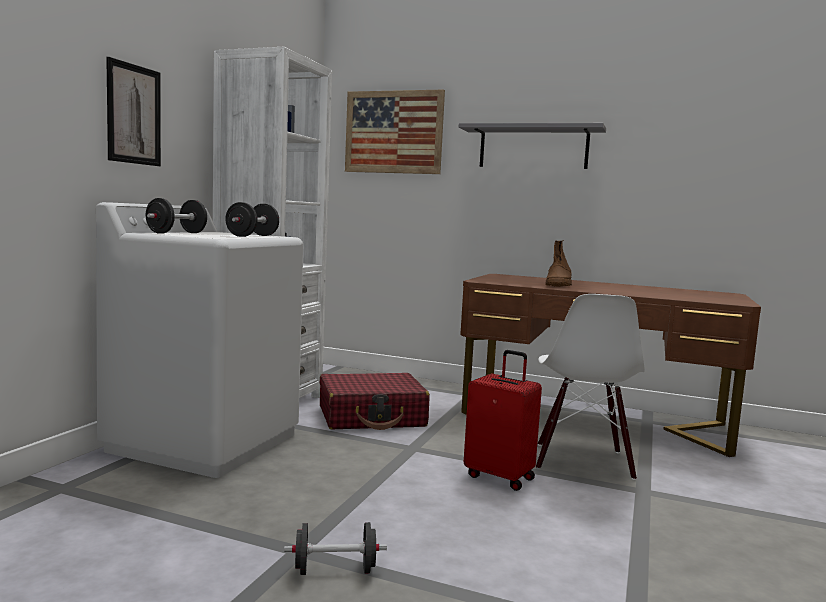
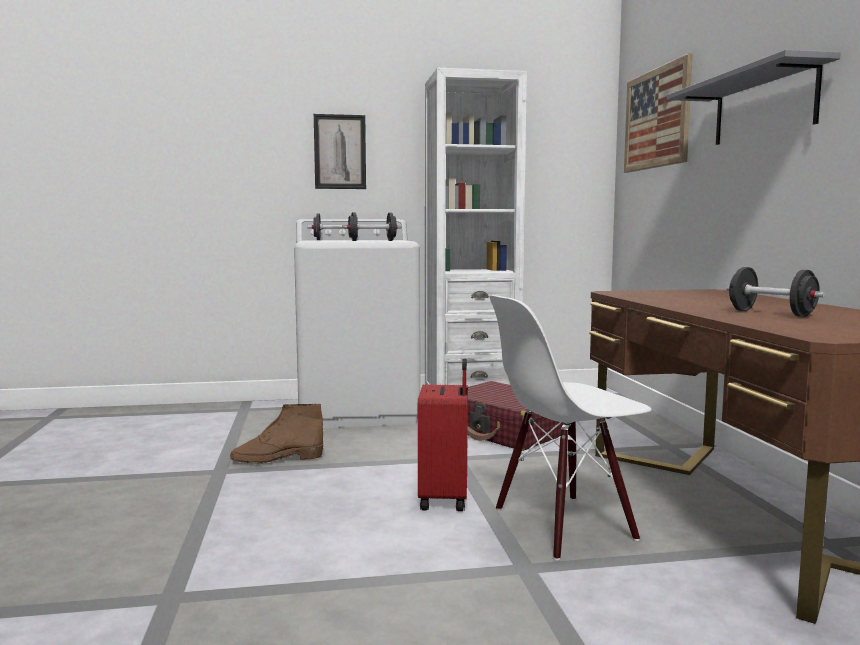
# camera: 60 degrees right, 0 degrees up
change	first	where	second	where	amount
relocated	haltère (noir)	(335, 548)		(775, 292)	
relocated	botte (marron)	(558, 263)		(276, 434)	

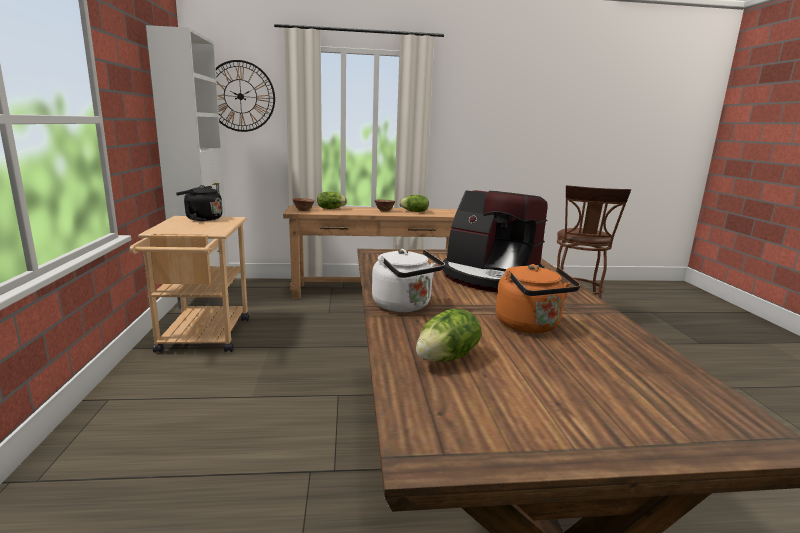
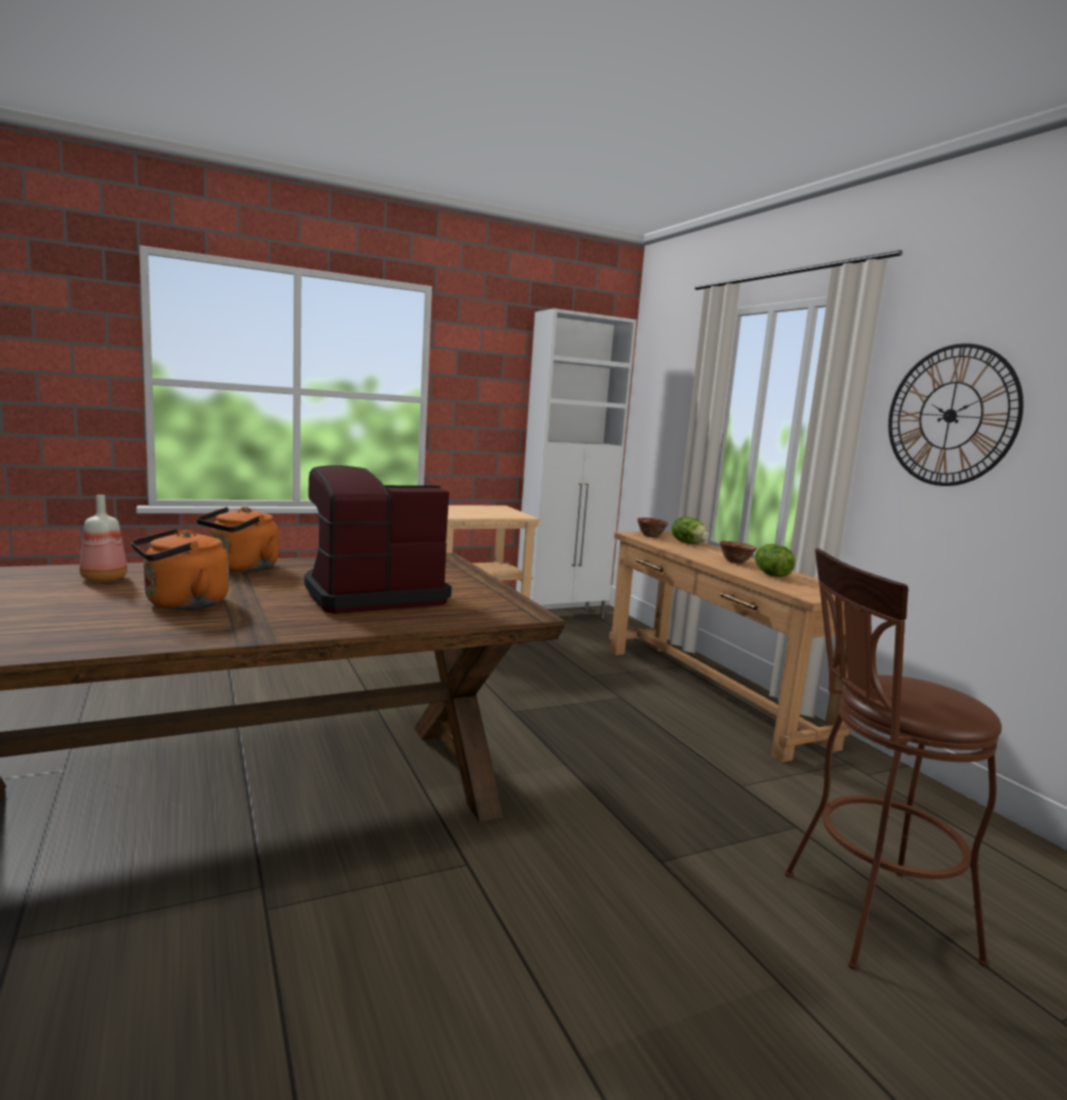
# camera: 70 degrees right, 5 degrees down
change	first	where	second	where	amount
missing	bouilloire (noir)	(199, 203)			
relocated	horloge murale	(245, 96)		(956, 414)	
colour	bouilloire (blanc)	(408, 280)	bouilloire (orange)	(237, 539)	
exchanged	laitue	(448, 335)	bouteille	(103, 538)	
spun	machine à café	(495, 241)		(378, 539)	45 degrees clockwise

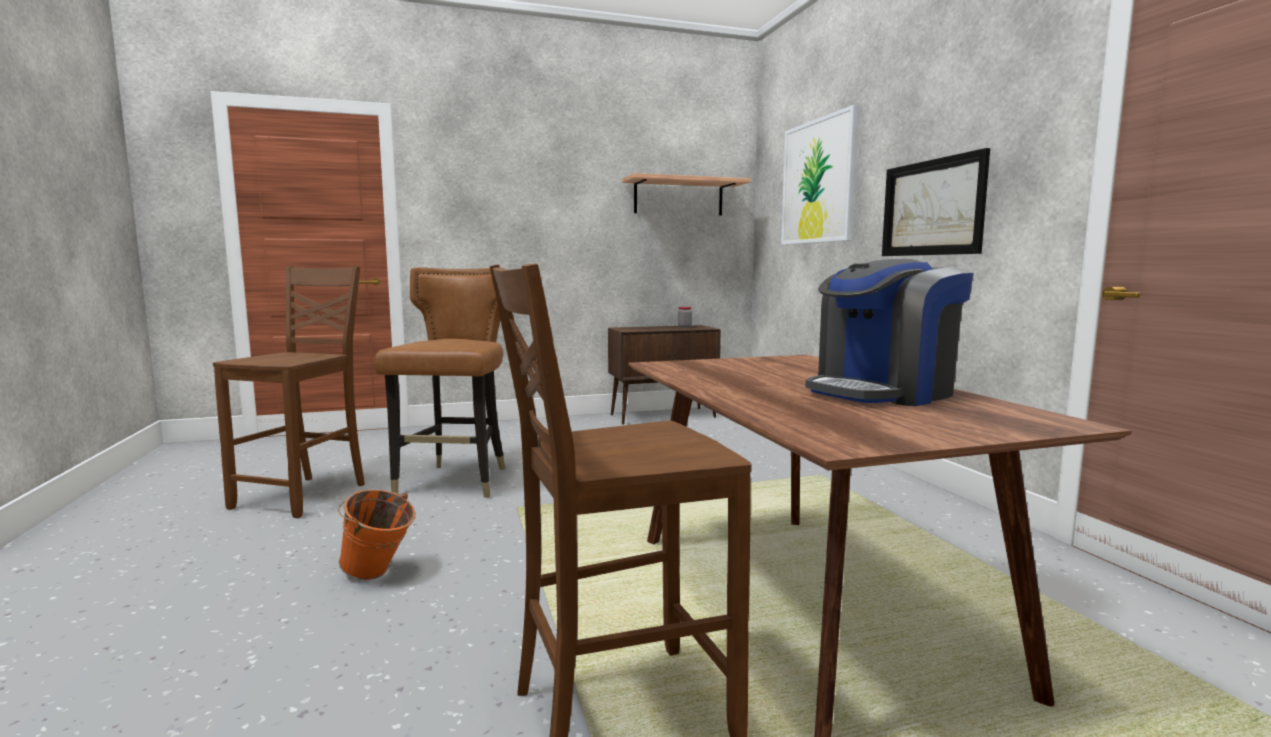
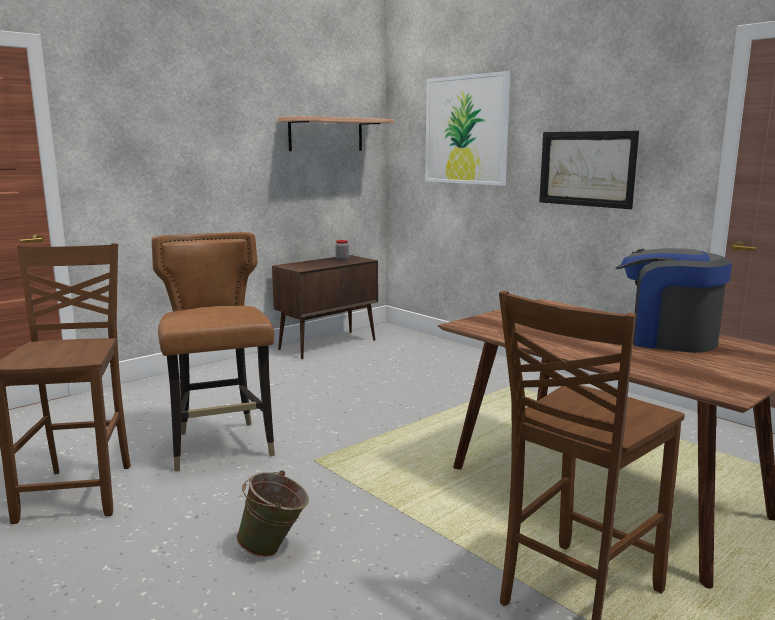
# camera: 25 degrees left, 5 degrees up
change	first	where	second	where	amount
colour	seau (orange)	(377, 534)	seau (vert)	(273, 513)	
spun	machine à café	(889, 332)		(673, 300)	90 degrees clockwise

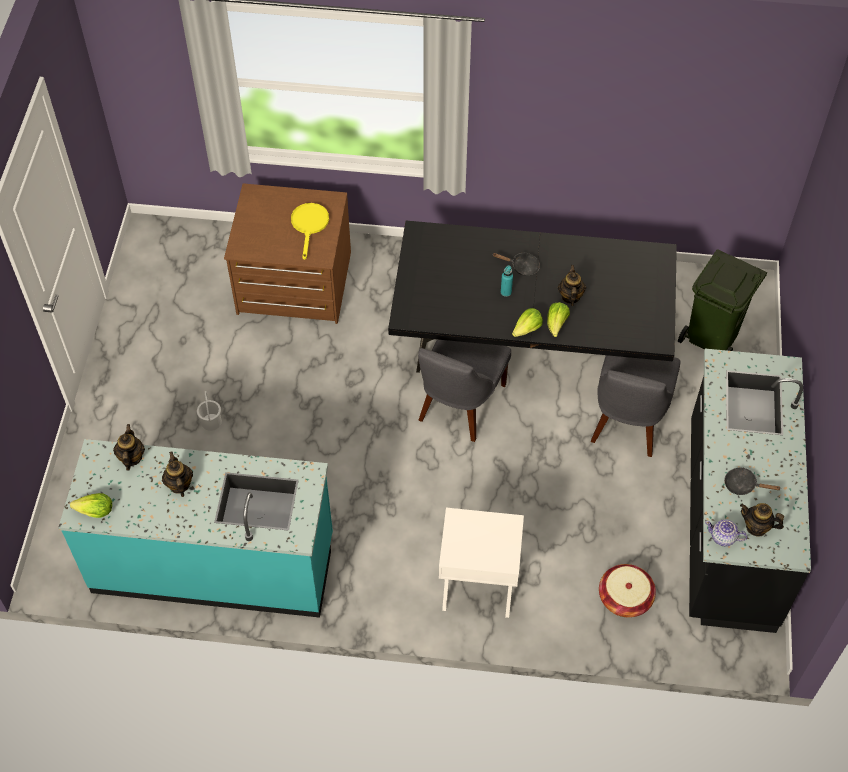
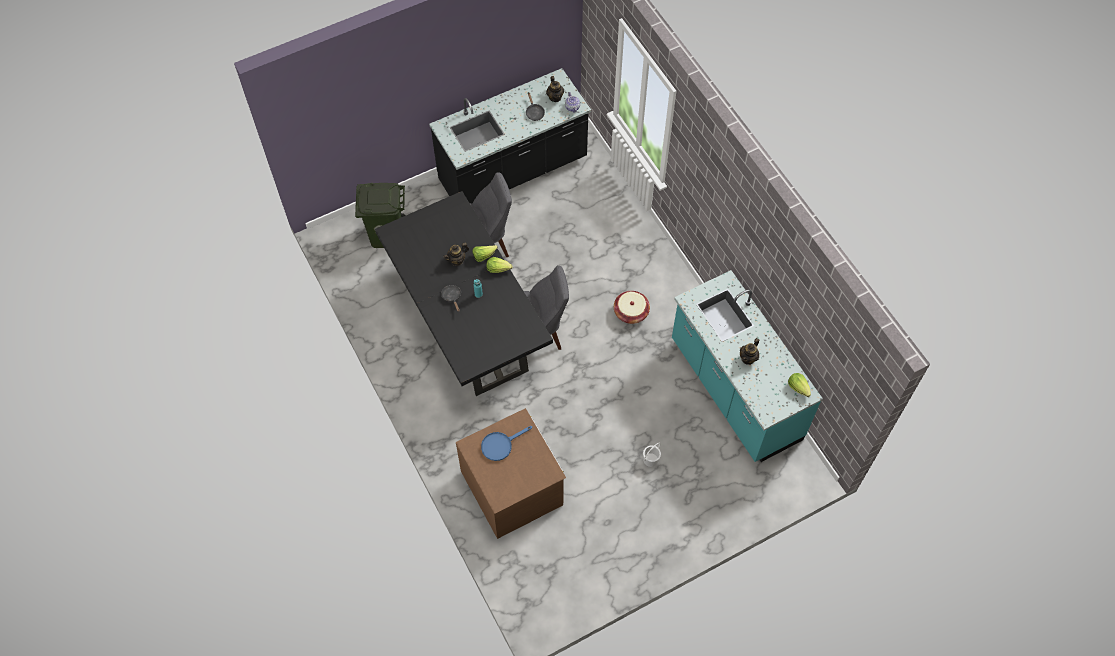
# camera: 125 degrees left, 5 degrees up
change	first	where	second	where	amount
missing	théière	(129, 447)			
colour	poêle (jaune)	(310, 231)	poêle (bleu)	(506, 443)	
missing	table de chevet (blanc)	(481, 563)			
relocated	panier	(627, 591)		(632, 307)	

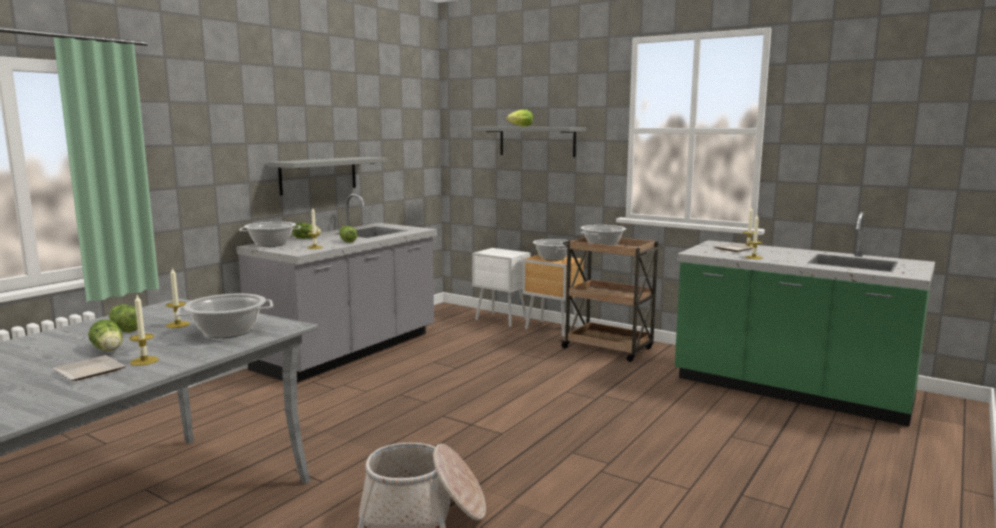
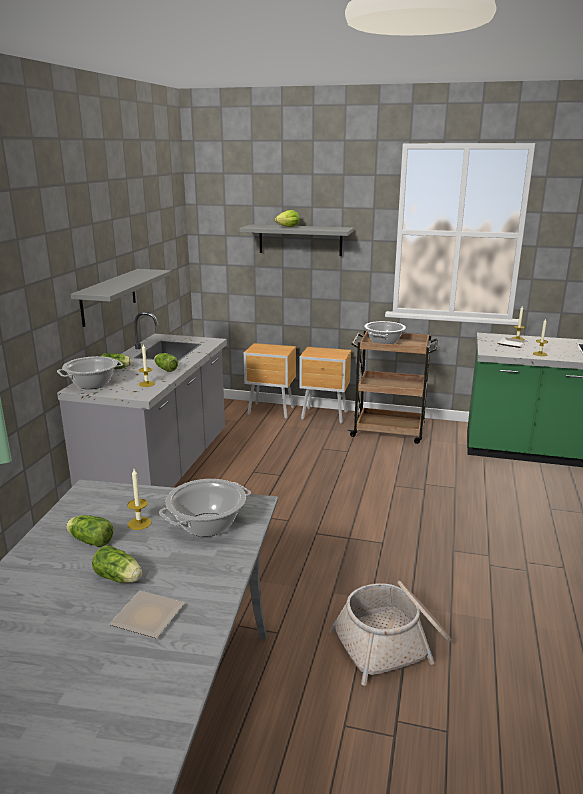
# camera: 20 degrees left, 10 degrees up
change	first	where	second	where	amount
missing	bougie	(144, 330)			
colour	table de chevet (blanc)	(501, 287)	table de chevet (marron)	(270, 381)	
missing	marmite	(550, 250)			

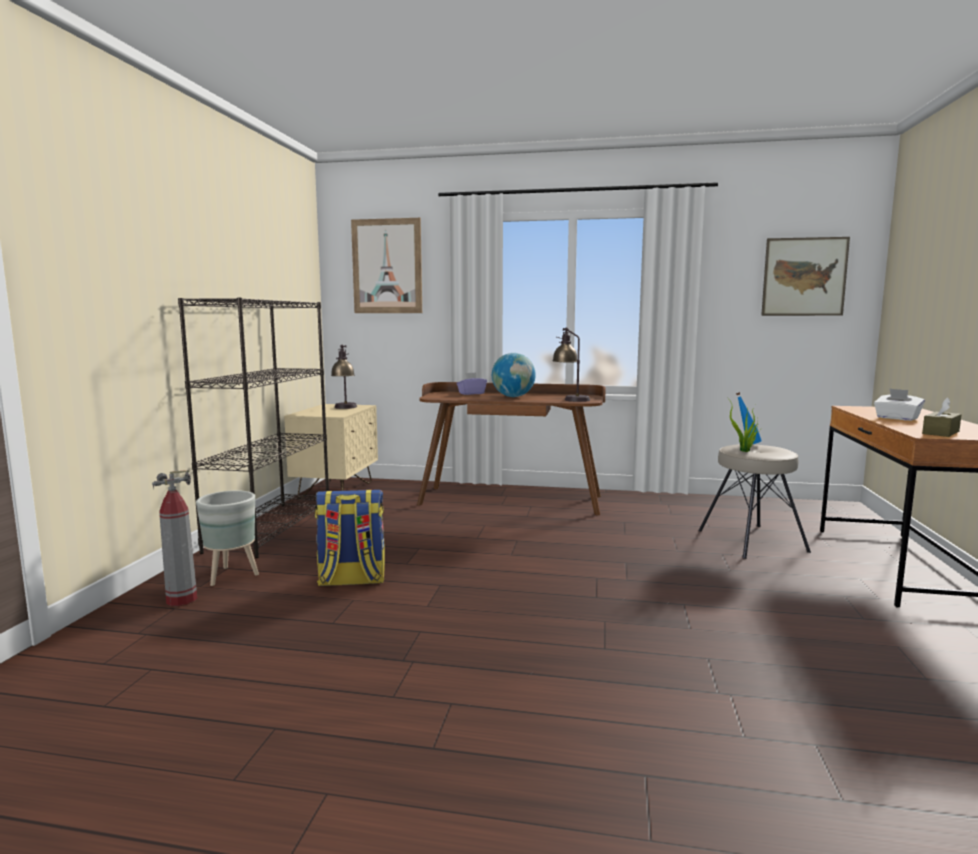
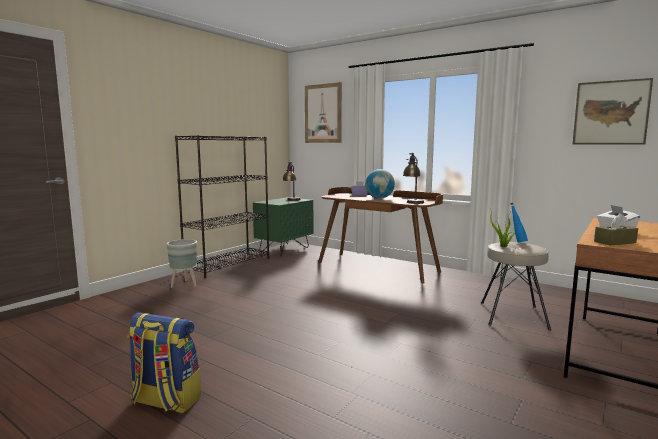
# camera: 25 degrees right, 0 degrees up
change	first	where	second	where	amount
missing	extincteur	(174, 538)			
colour	table de chevet (beige)	(331, 451)	table de chevet (vert)	(283, 226)	
relocated	sac à dos	(350, 538)		(164, 363)	

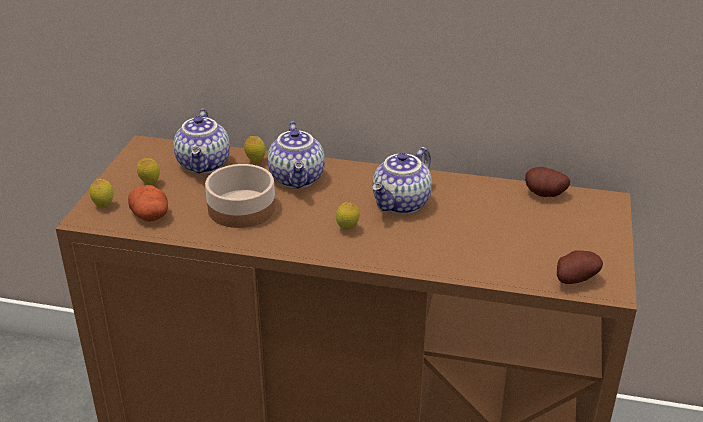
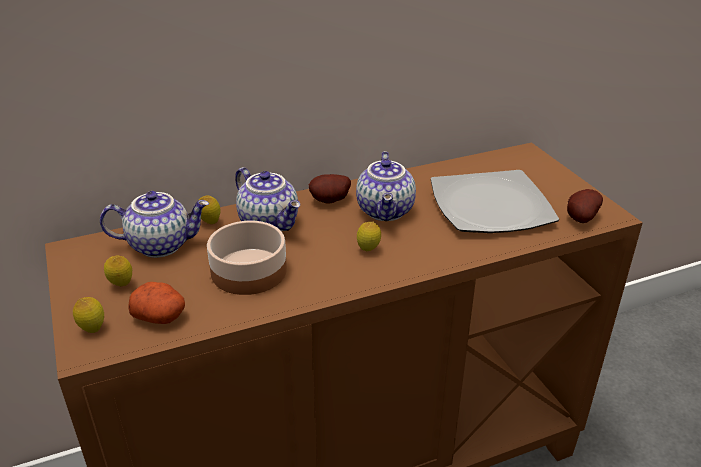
# camera: 35 degrees left, 0 degrees up
change	first	where	second	where	amount
spun	théière	(201, 141)		(154, 224)	60 degrees counterclockwise
relocated	pomme de terre	(548, 182)		(330, 189)	
appeared			assiette	(495, 201)	

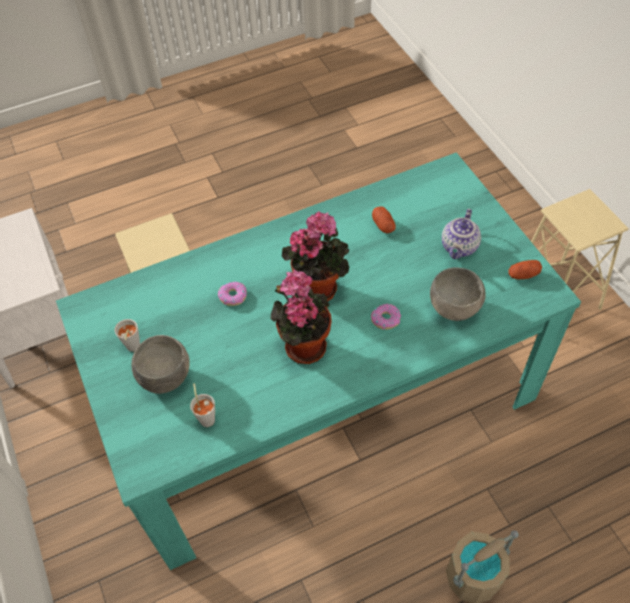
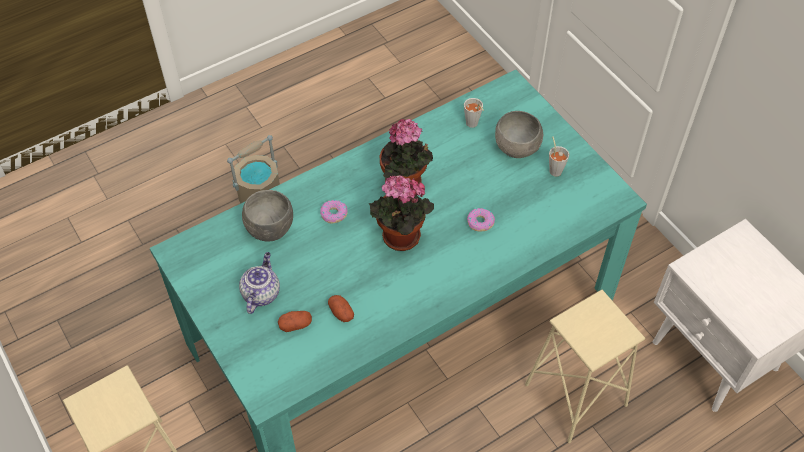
# camera: 170 degrees right, 0 degrees up
change	first	where	second	where	amount
relocated	pomme de terre	(525, 269)		(295, 321)	

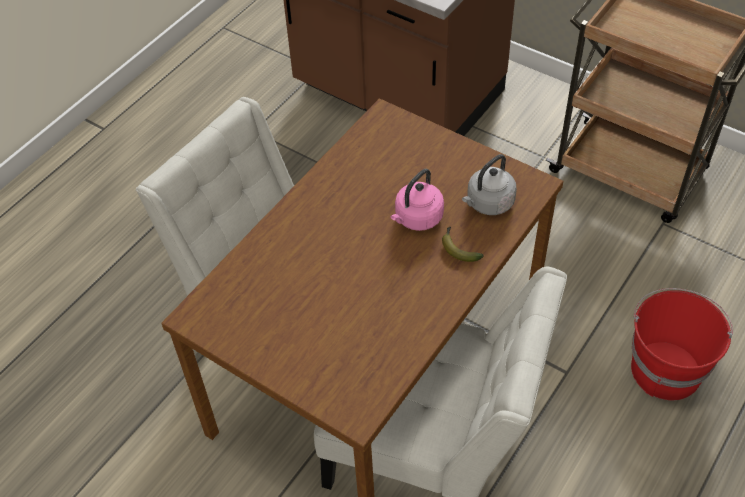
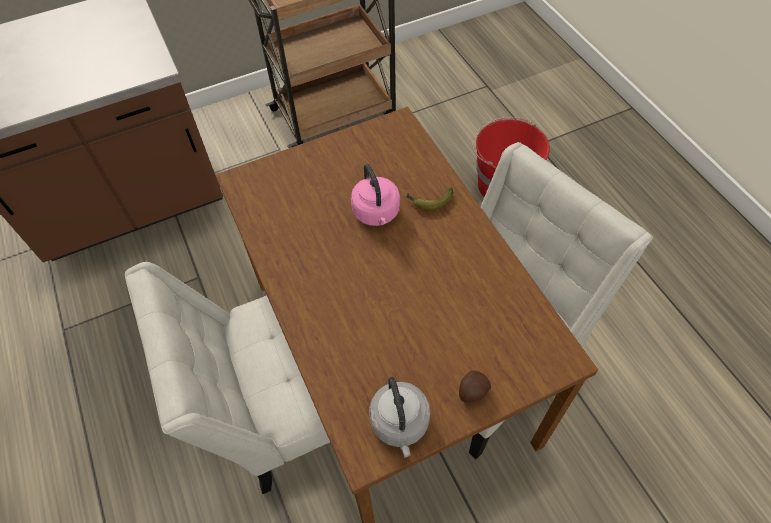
# camera: 60 degrees left, 5 degrees up
change	first	where	second	where	amount
relocated	bouilloire (gris)	(489, 184)		(399, 417)	
appeared			pomme de terre	(475, 387)	

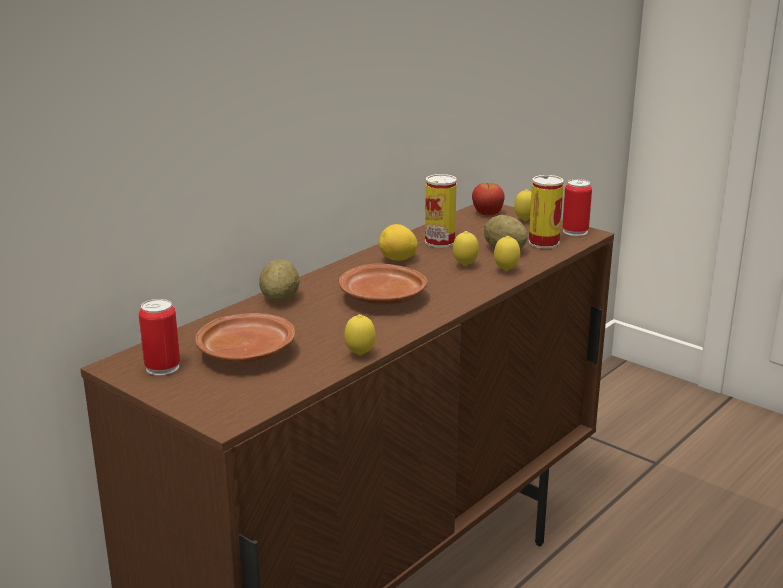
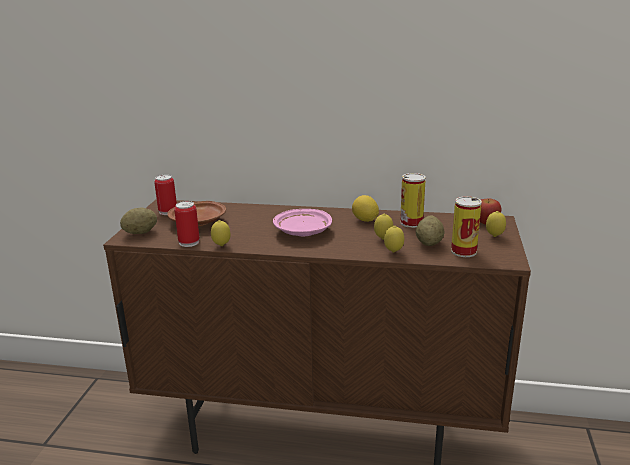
# camera: 60 degrees right, 0 degrees up
change	first	where	second	where	amount
relocated	pomme de terre	(279, 280)		(138, 220)	
colour	assiette (marron)	(383, 284)	assiette (rose)	(302, 223)	
relocated	boîte métallique	(577, 207)		(187, 224)	

